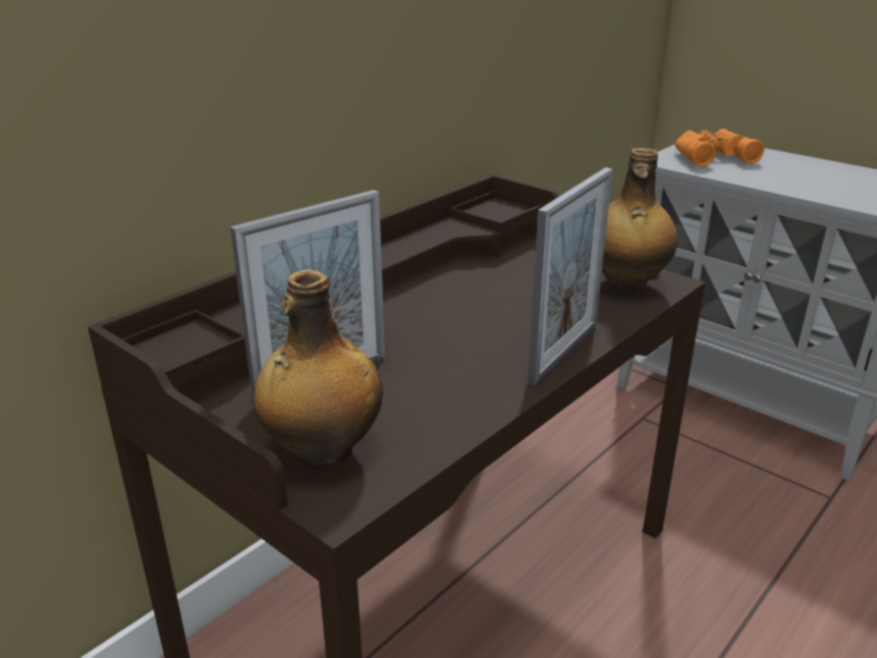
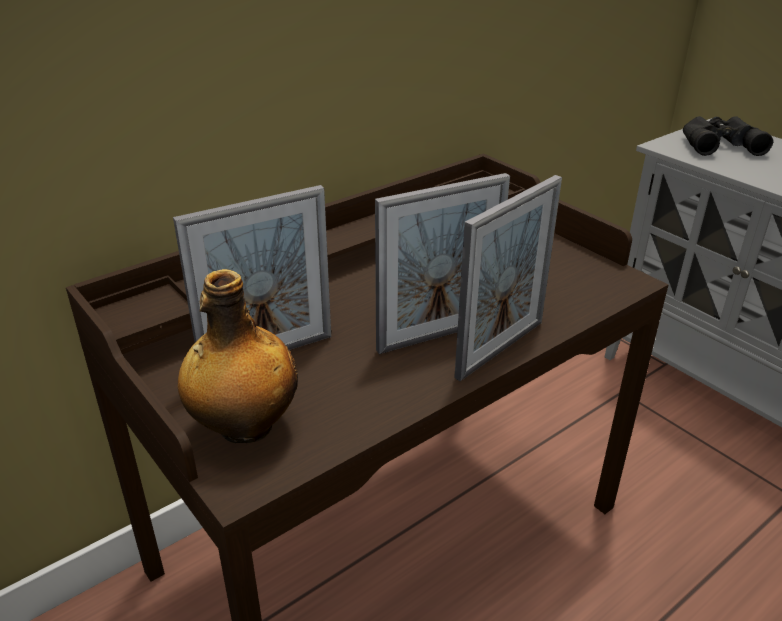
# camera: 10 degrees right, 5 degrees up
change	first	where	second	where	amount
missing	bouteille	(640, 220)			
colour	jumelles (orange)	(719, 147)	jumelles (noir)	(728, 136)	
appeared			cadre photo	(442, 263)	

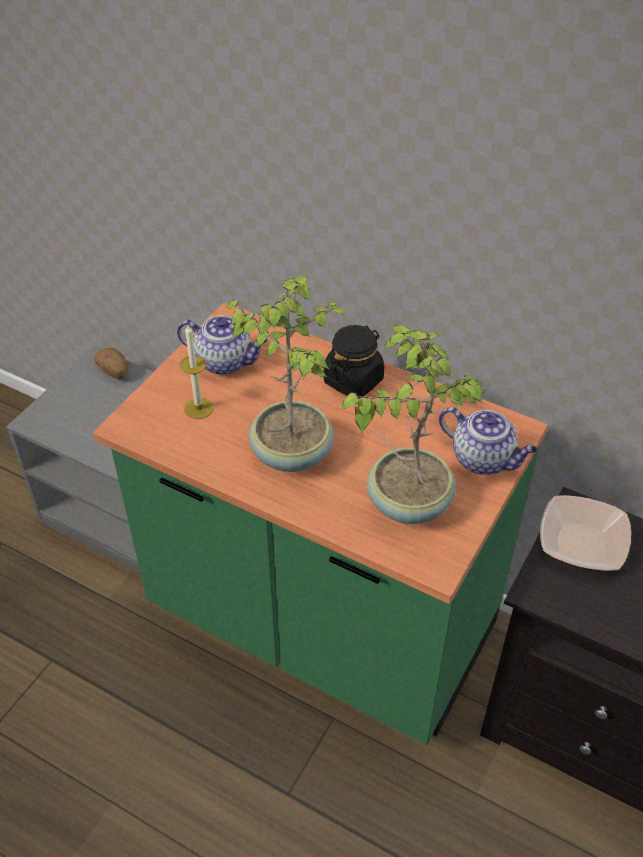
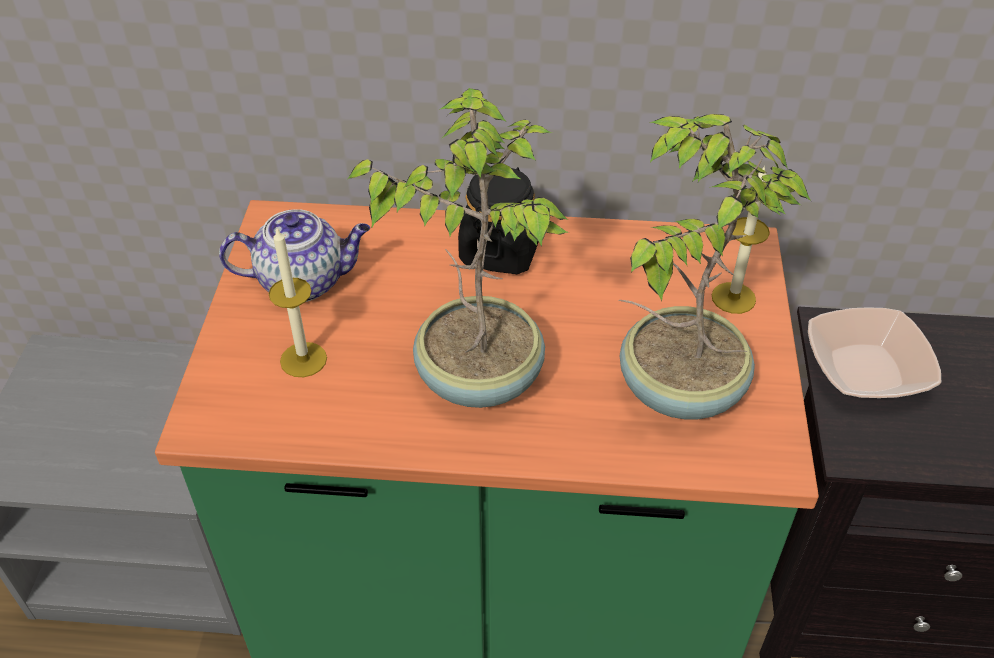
# camera: 25 degrees left, 0 degrees up
change	first	where	second	where	amount
missing	pomme de terre	(111, 363)			
exchanged	théière	(488, 441)	bougie	(740, 239)	

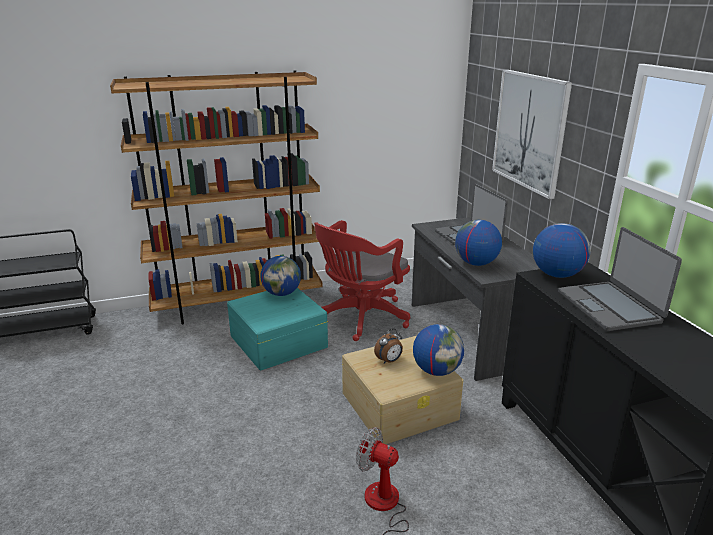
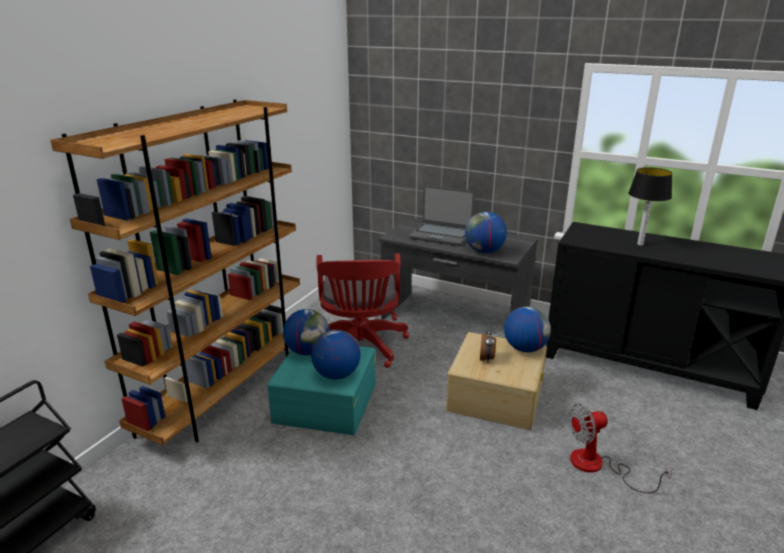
# camera: 45 degrees left, 0 degrees up
change	first	where	second	where	amount
missing	tableau	(532, 134)			
relocated	globe	(562, 250)		(336, 354)	
exchanged	ordinateur portable	(620, 279)	lampe de table	(650, 206)	

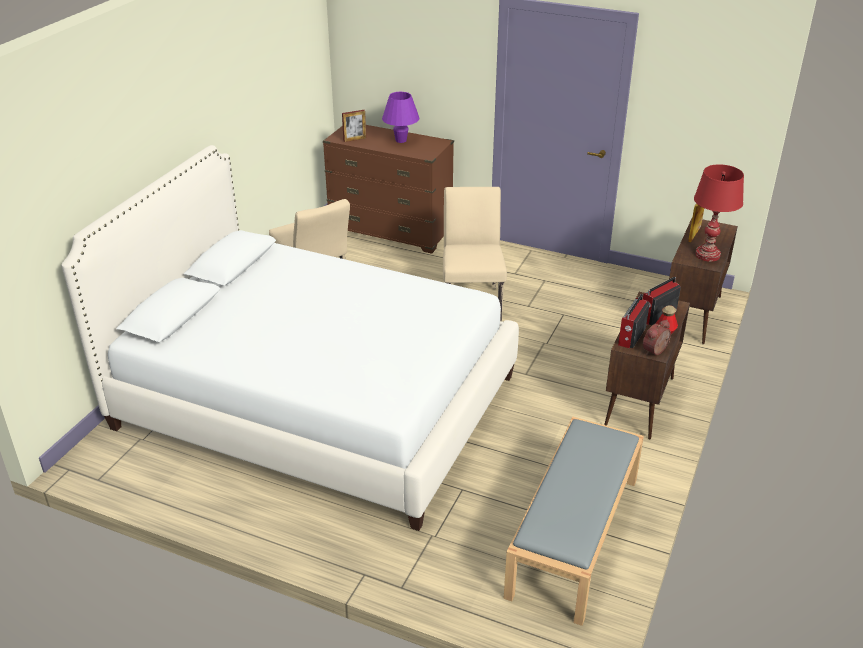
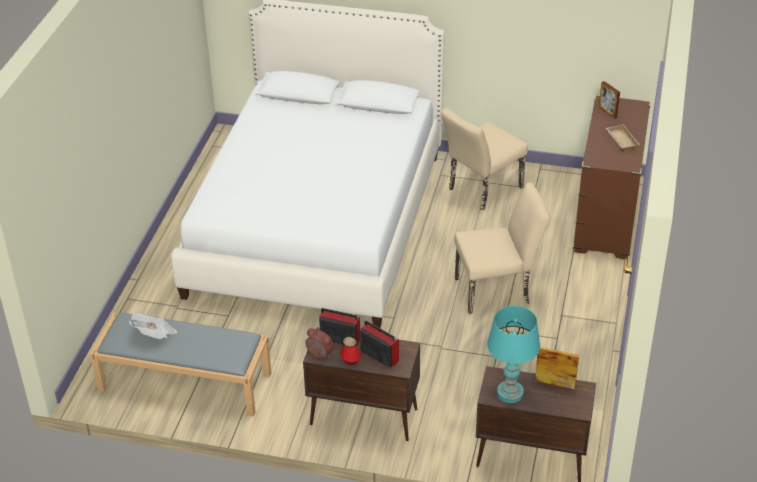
# camera: 80 degrees right, 5 degrees up
change	first	where	second	where	amount
exchanged	lampe de table (violet)	(400, 117)	plateau (beige)	(623, 137)	
colour	lampe de table (rouge)	(719, 213)	lampe de table (turquoise)	(513, 354)	
appeared			journal	(153, 325)	

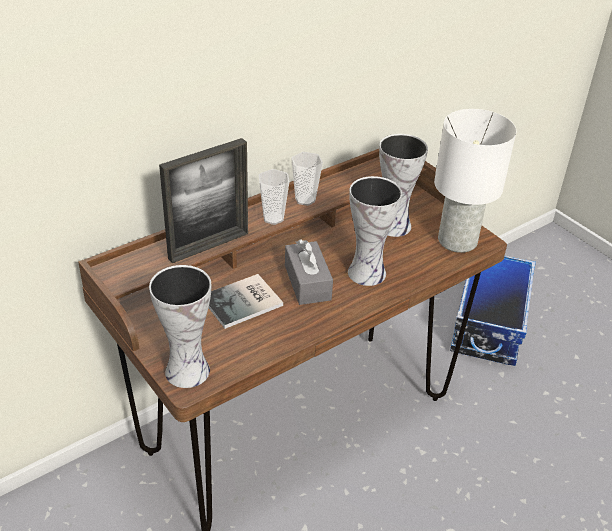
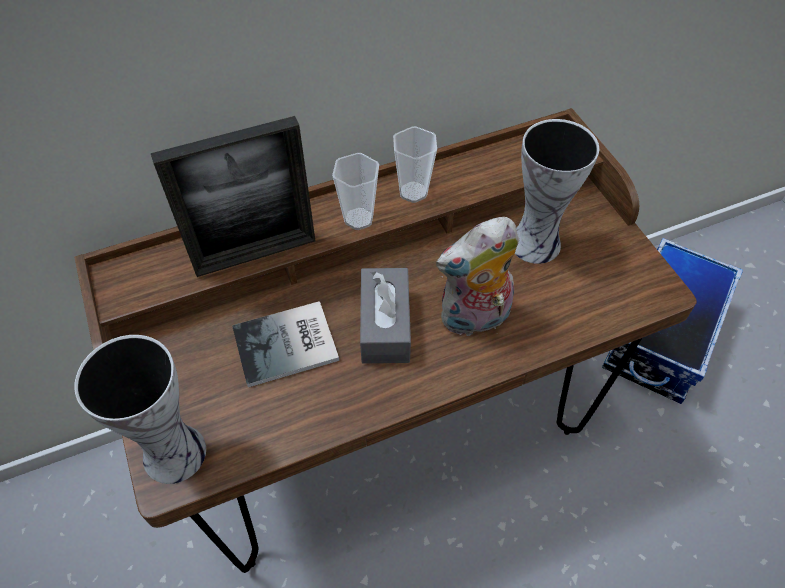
# camera: 15 degrees right, 15 degrees up
change	first	where	second	where	amount
exchanged	vase	(375, 231)	peluche	(477, 276)	
missing	lampe de table (blanc)	(475, 181)			

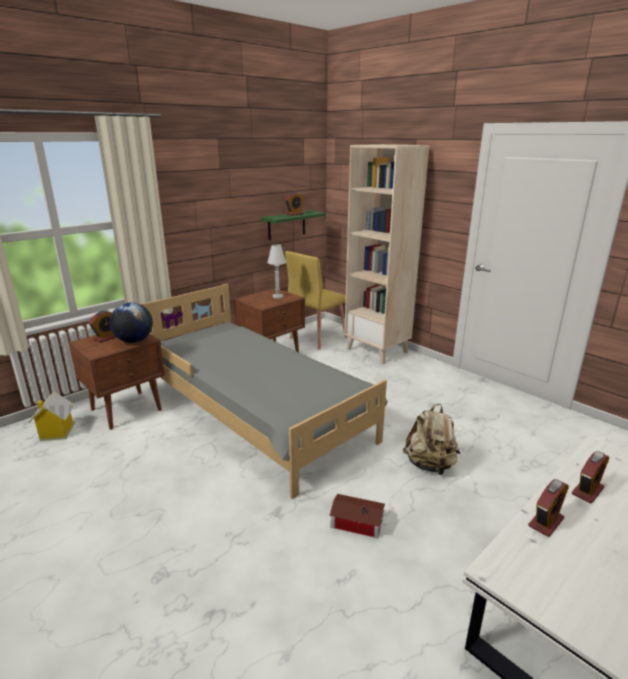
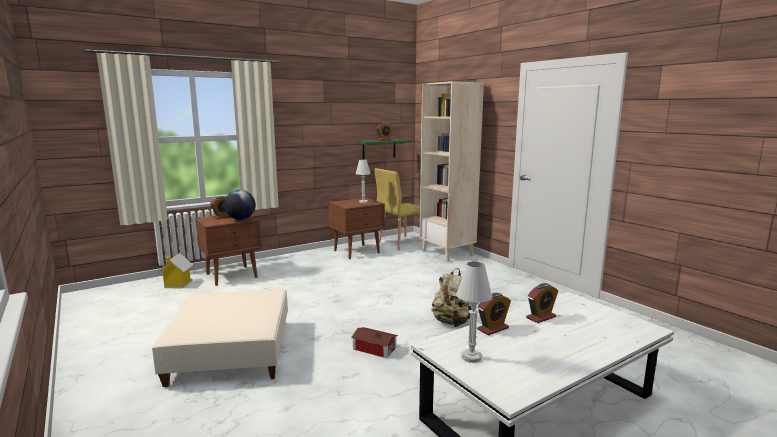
# camera: 10 degrees right, 10 degrees down
change	first	where	second	where	amount
missing	lit (gris)	(264, 391)			
appeared			pouf (beige)	(220, 338)	
appeared			lampe de table (blanc)	(474, 312)	

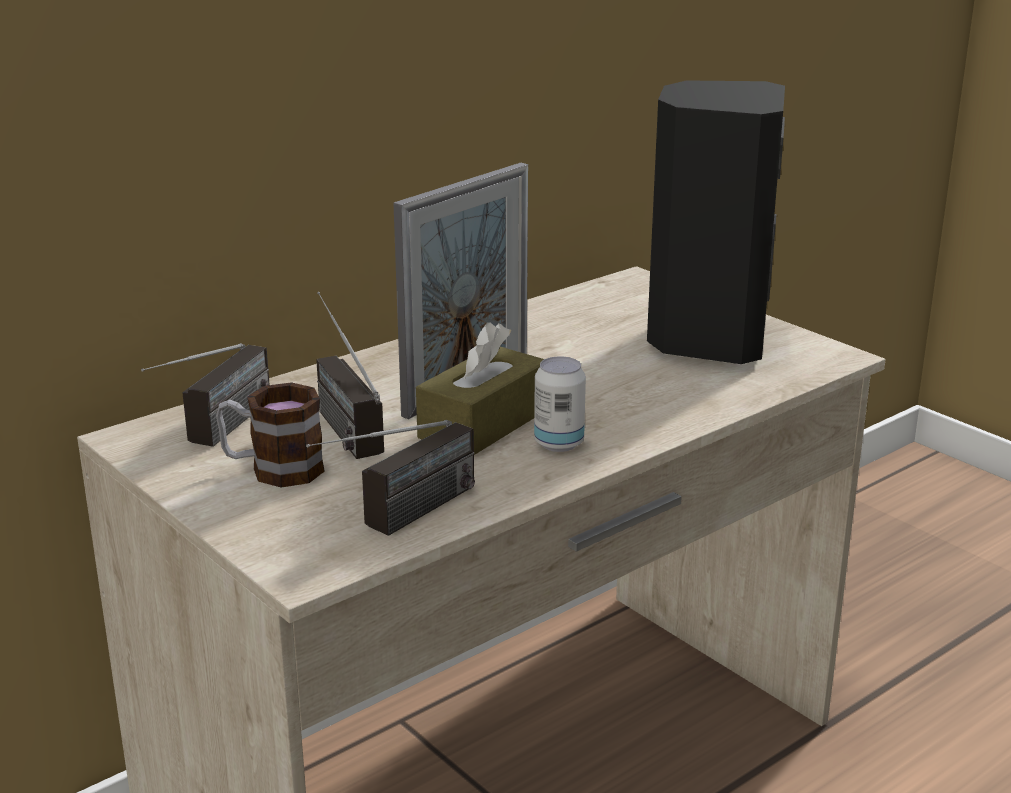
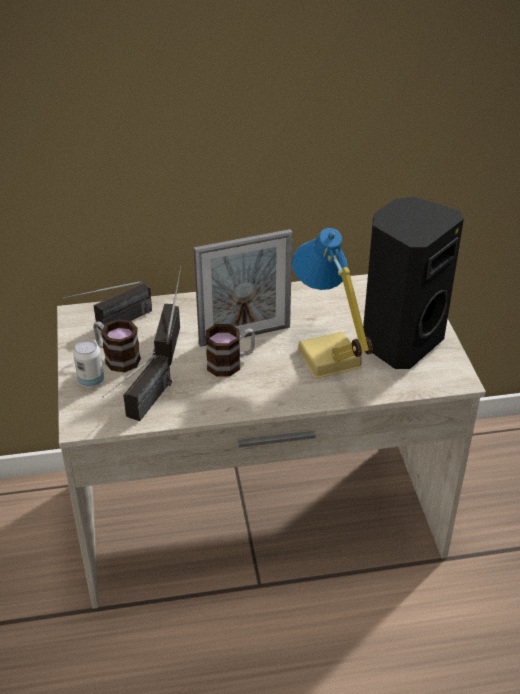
# camera: 30 degrees right, 15 degrees up
change	first	where	second	where	amount
spun	radio	(390, 478)		(137, 388)	45 degrees counterclockwise
exchanged	boîte à mouchoirs (marron)	(480, 388)	mug	(230, 350)	
relocated	boîte métallique	(560, 404)		(88, 363)	
appeared			lampe de table	(332, 303)	

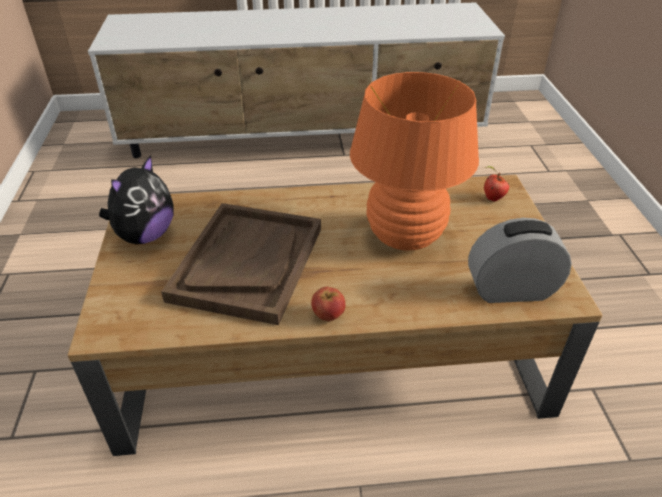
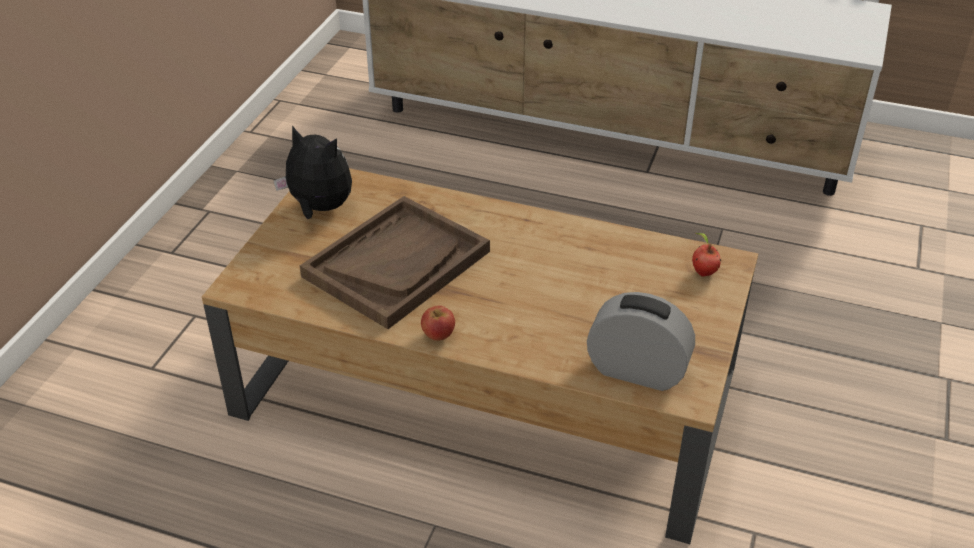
# camera: 25 degrees right, 0 degrees up
change	first	where	second	where	amount
spun	peluche	(136, 199)		(312, 172)	120 degrees counterclockwise
missing	lampe de table (orange)	(414, 161)			

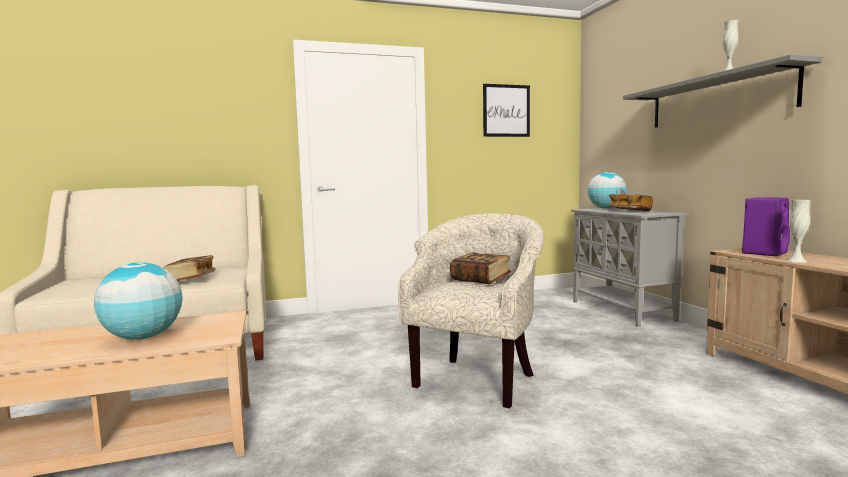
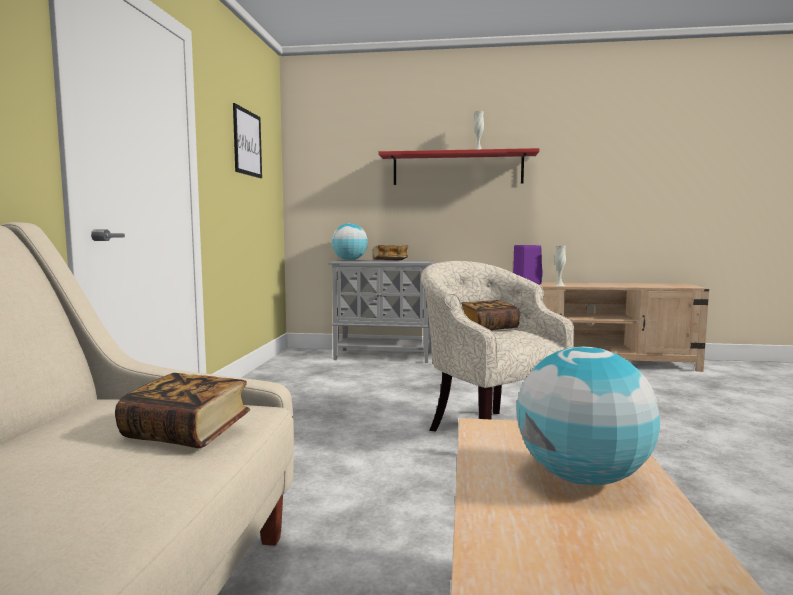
# camera: 65 degrees left, 0 degrees up
change	first	where	second	where	amount
colour	étagère (gris)	(722, 91)	étagère (rouge)	(459, 166)	

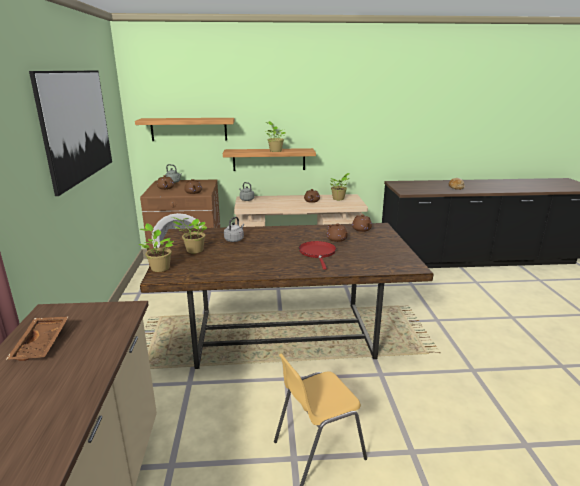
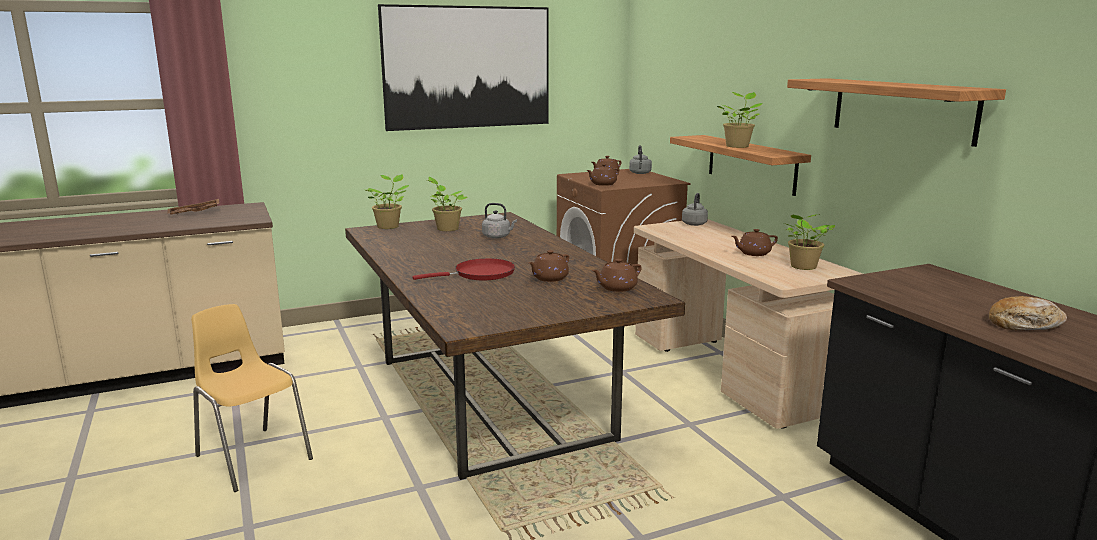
# camera: 70 degrees right, 5 degrees down
change	first	where	second	where	amount
relocated	étagère	(185, 129)		(896, 112)	

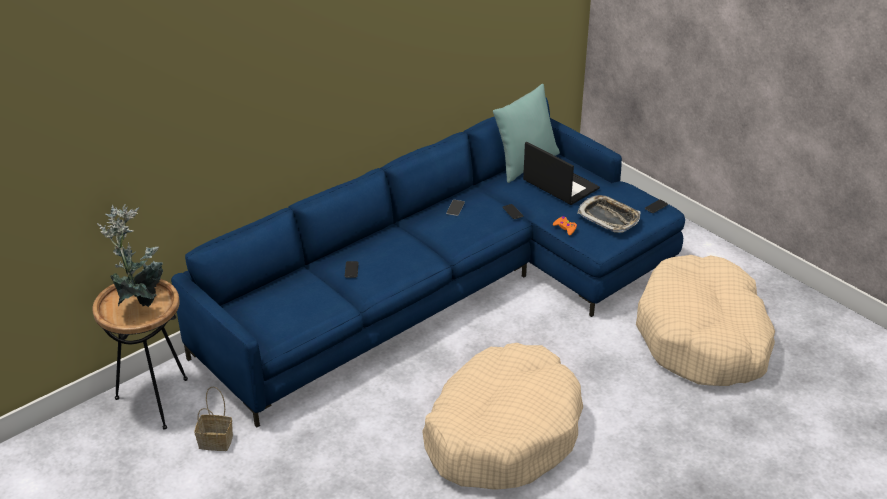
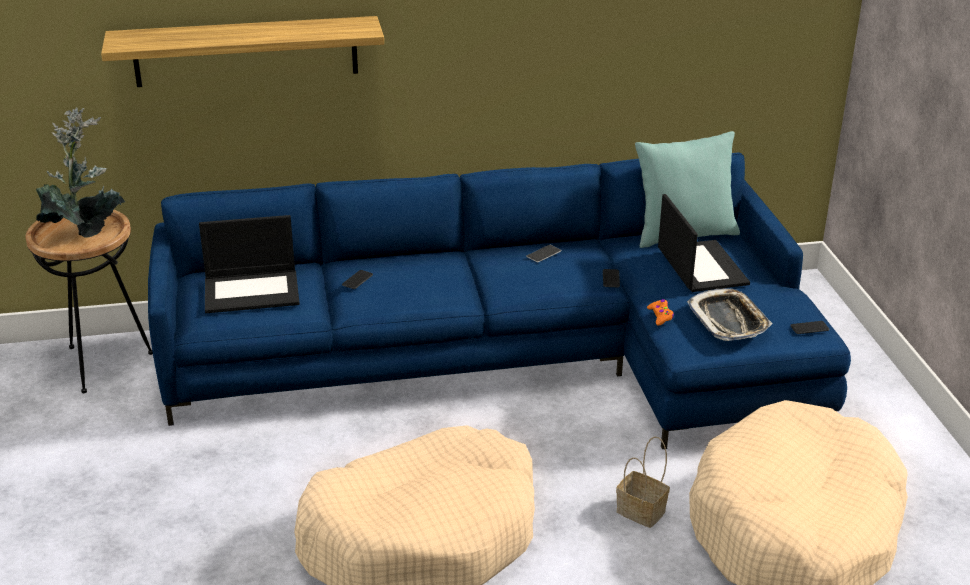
# camera: 30 degrees right, 5 degrees down
change	first	where	second	where	amount
relocated	panier	(213, 419)		(643, 482)	
appeared			étagère	(242, 51)	
appeared			ordinateur portable	(249, 264)	

